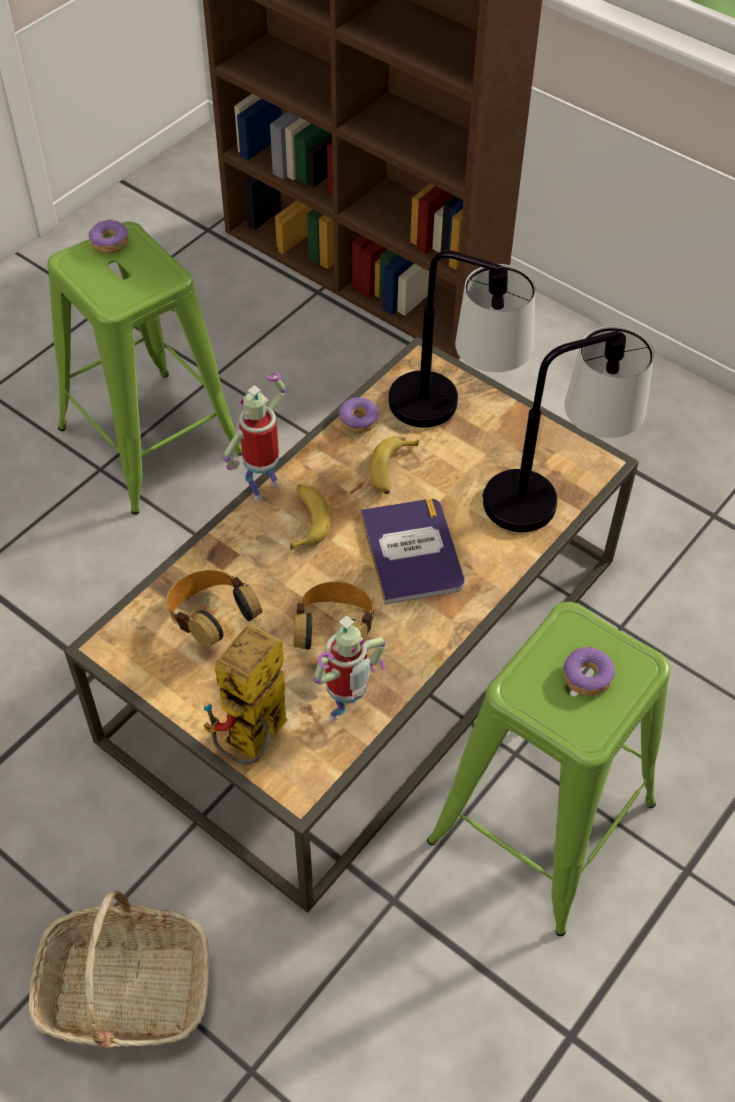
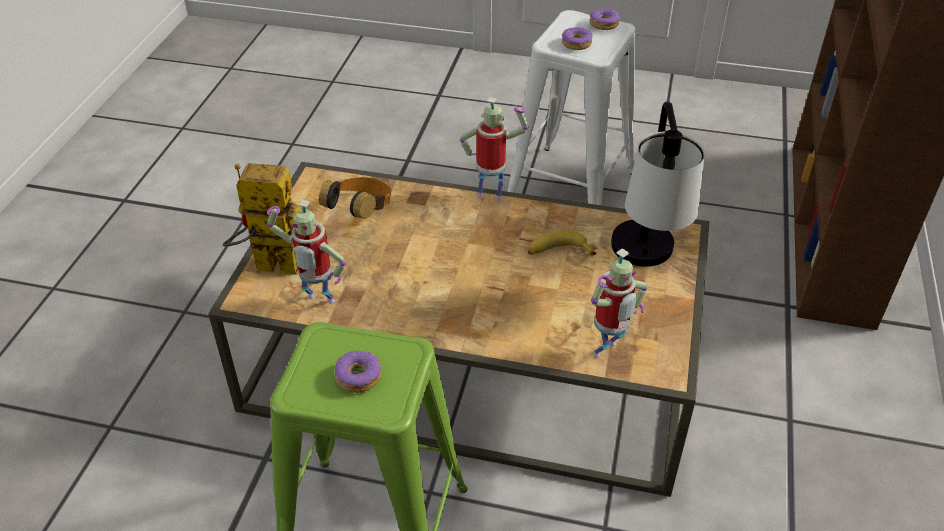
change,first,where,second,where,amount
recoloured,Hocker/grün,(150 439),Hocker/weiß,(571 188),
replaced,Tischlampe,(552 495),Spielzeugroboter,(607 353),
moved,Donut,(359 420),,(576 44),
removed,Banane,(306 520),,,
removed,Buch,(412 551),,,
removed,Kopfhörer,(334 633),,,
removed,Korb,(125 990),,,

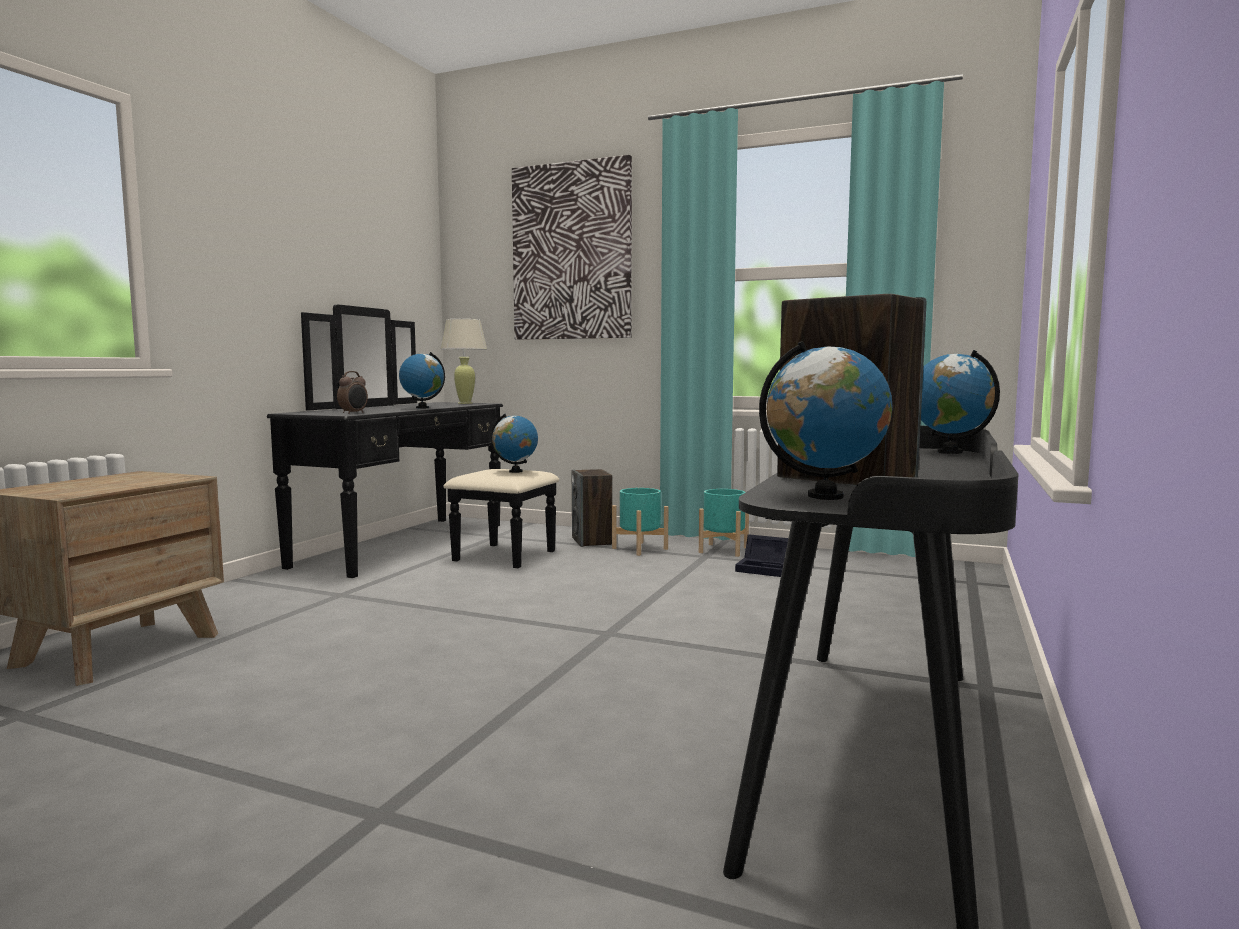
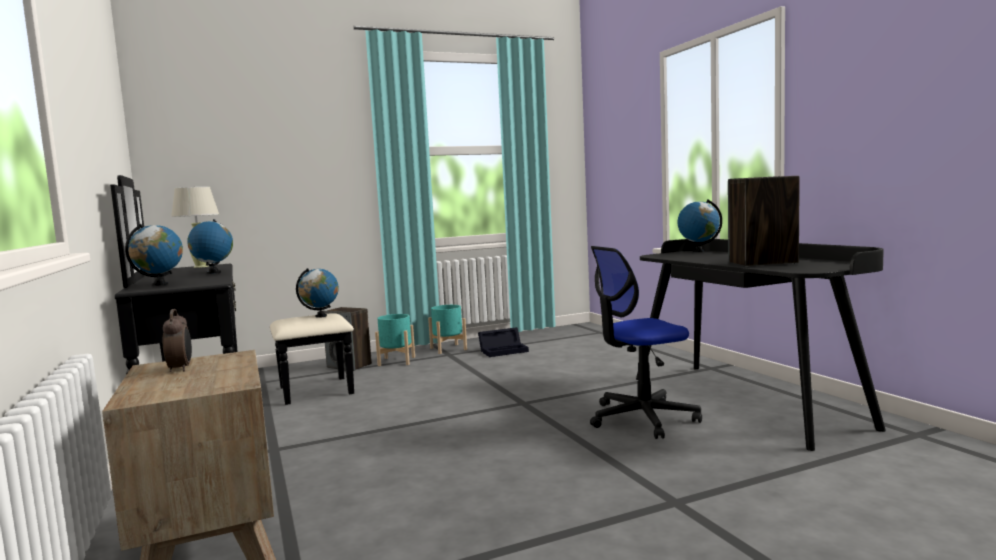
change,first,where,second,where,amount
removed,Bild,(572 252),,,
moved,Globus,(825 496),,(160 284),
moved,Wecker,(354 413),,(181 369),
added,,,Bürostuhl,(642 418),

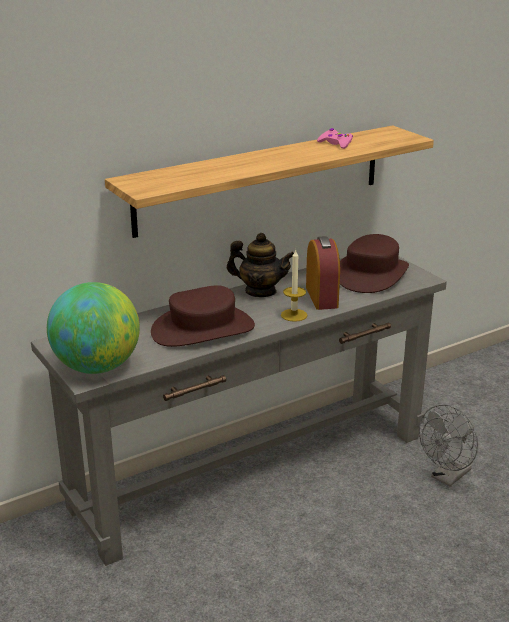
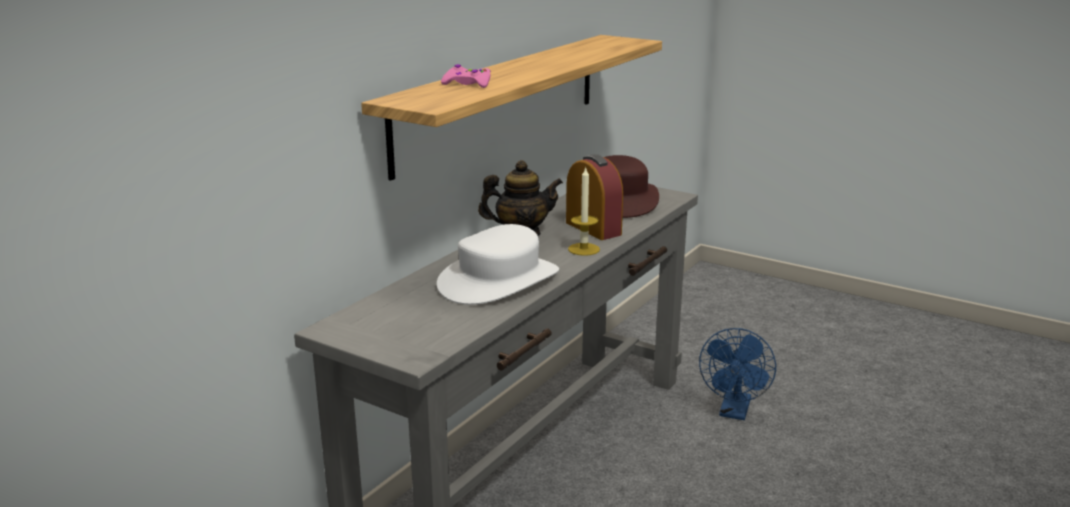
change,first,where,second,where,amount
moved,Gamepad/rosa,(335 144),,(467 84),
removed,Globus,(97 367),,,
recoloured,Hut/braun,(203 329),Hut/weiß,(499 280),
recoloured,Ventilator/grau,(447 477),Ventilator/blau,(734 412),

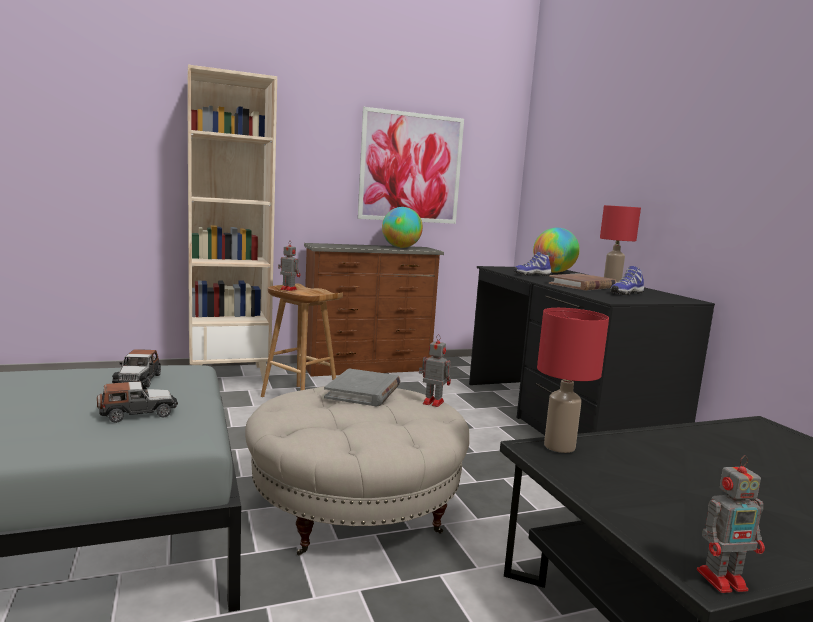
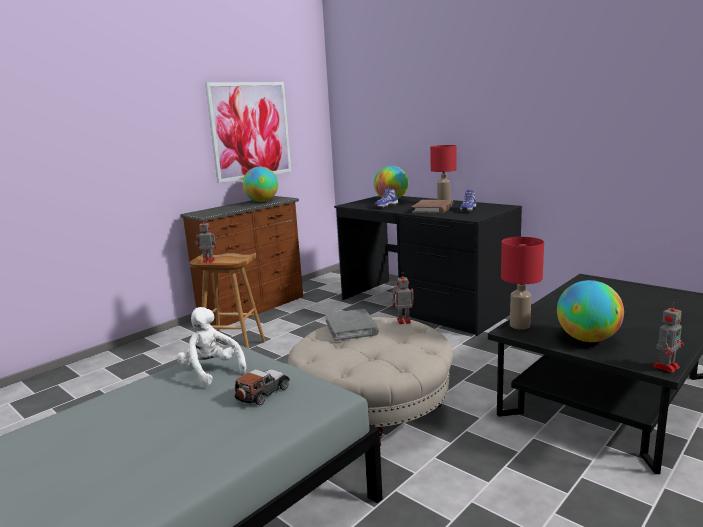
change,first,where,second,where,amount
removed,Bücherregal/beige,(229 375),,,
replaced,Spielzeugauto,(138 380),Plüschtier/weiß,(211 371),
added,,,Globus,(587 339),

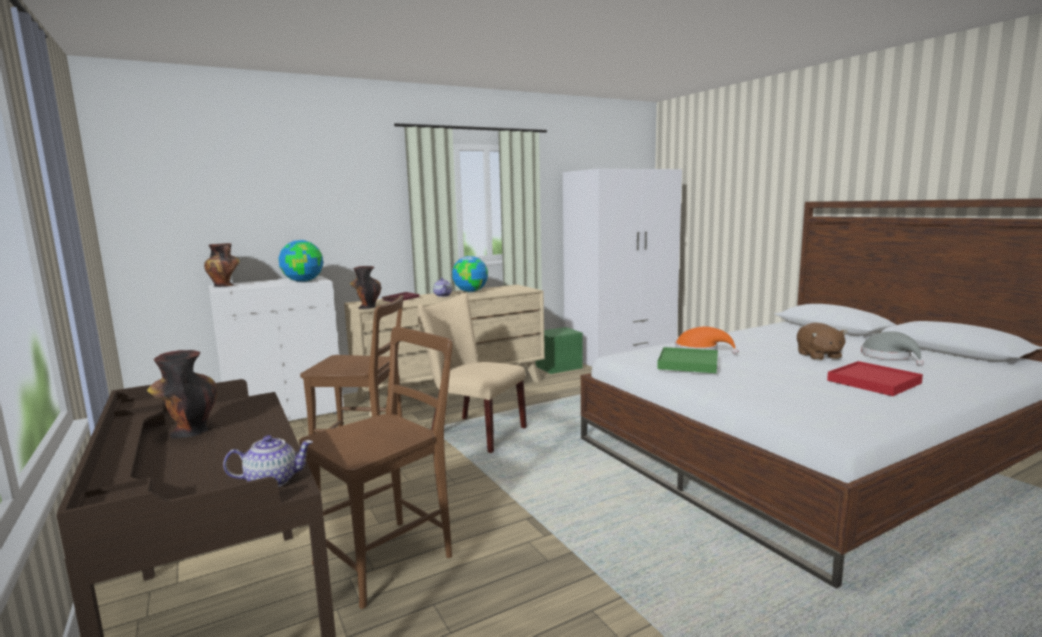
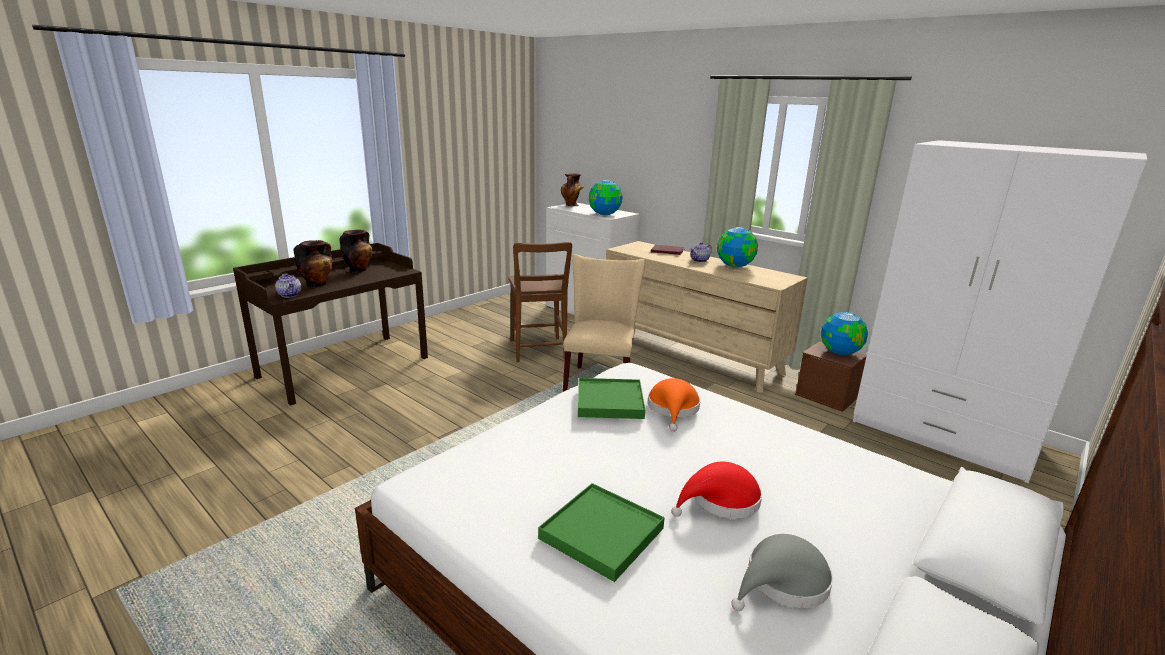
change,first,where,second,where,amount
moved,Vase,(367 307),,(318 284),
replaced,Plüschtier/braun,(818 356),Hut/rot,(720 500),
removed,Stuhl/braun,(390 557),,,
recoloured,Aufbewahrungsbox/grün,(559 367),Aufbewahrungsbox/braun,(827 396),
recoloured,Tablett/rot,(873 382),Tablett/grün,(601 533),
added,,,Globus,(839 352),

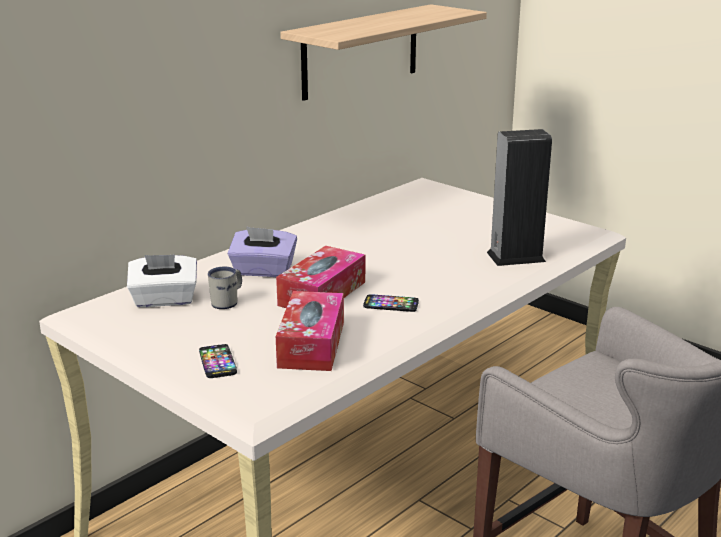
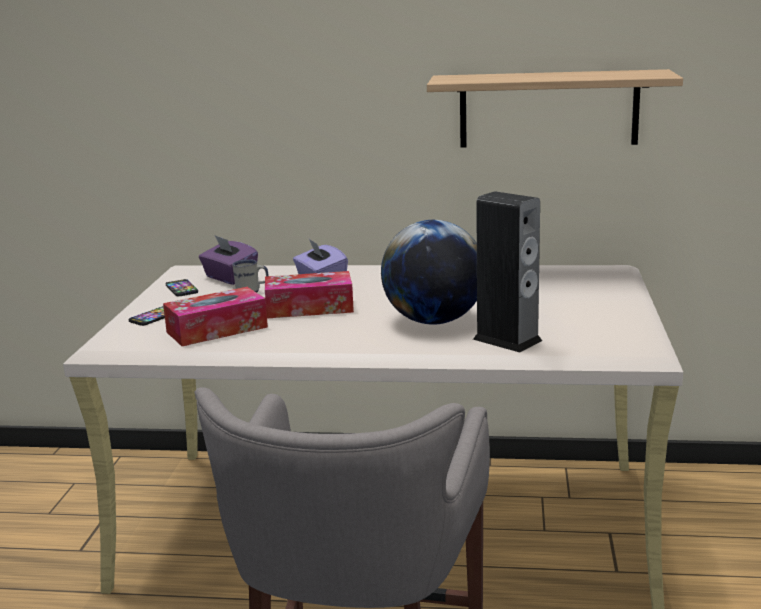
change,first,where,second,where,amount
recoloured,Taschentuchbox/weiß,(164 300),Taschentuchbox/lila,(229 278),
moved,Handy,(391 304),,(181 289),
added,,,Globus,(434 321),

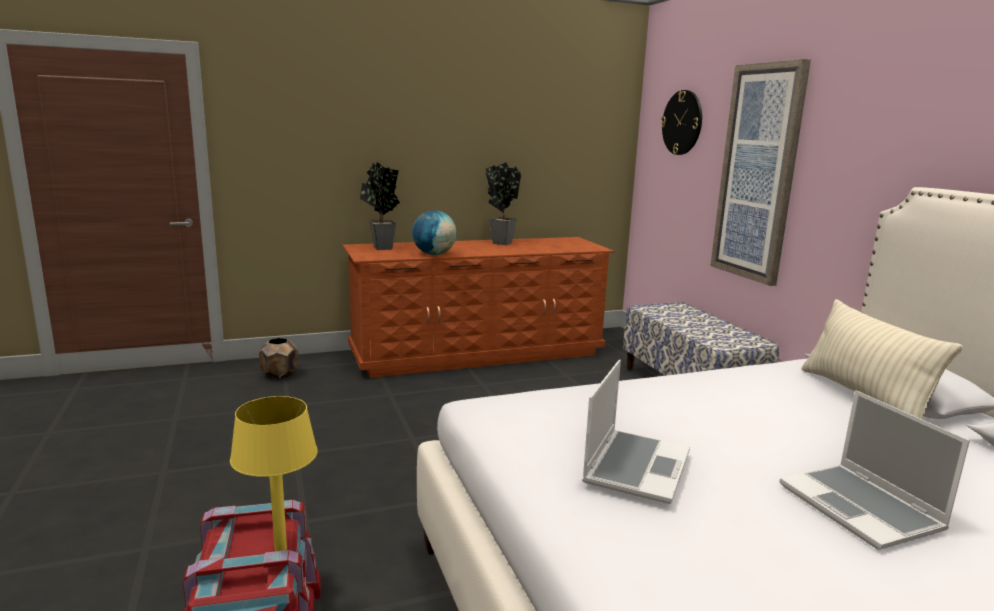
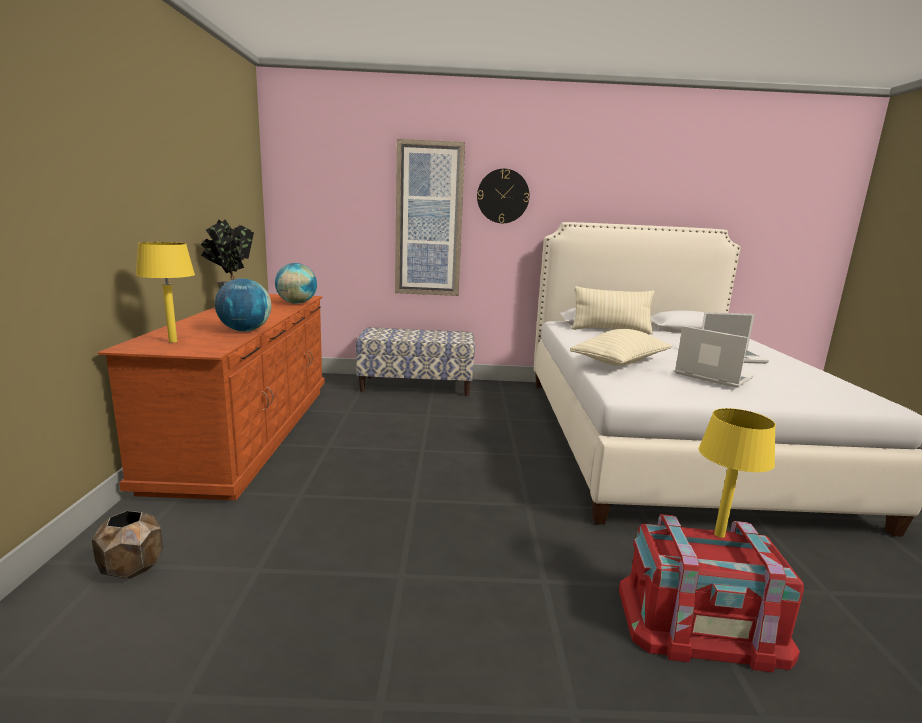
change,first,where,second,where,amount
moved,Wanduhr,(682 122),,(503 196),
replaced,Topfpflanze,(382 249),Tischlampe/gelb,(172 341),
added,,,Globus,(296 303),
added,,,Kissen/beige,(620 362),

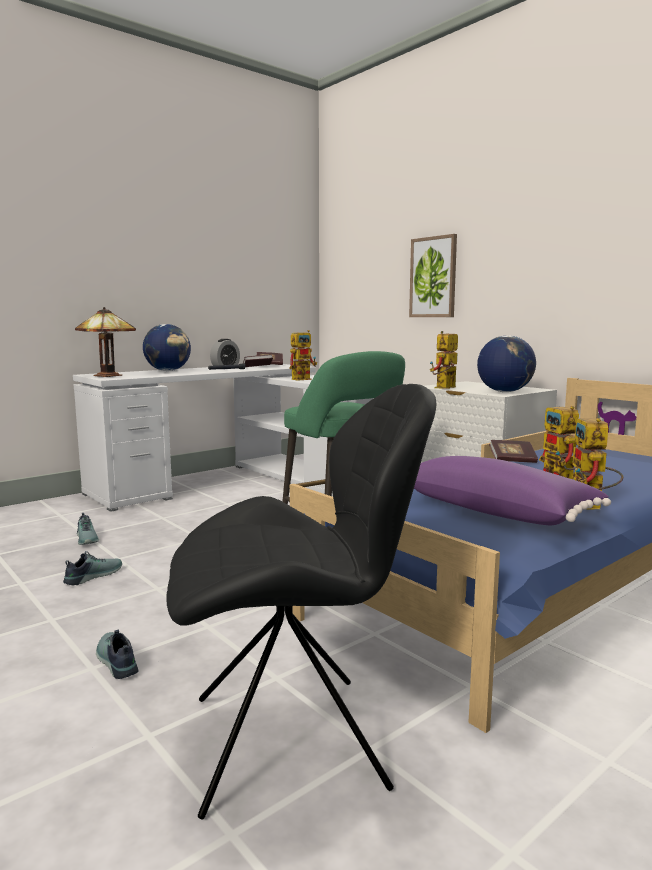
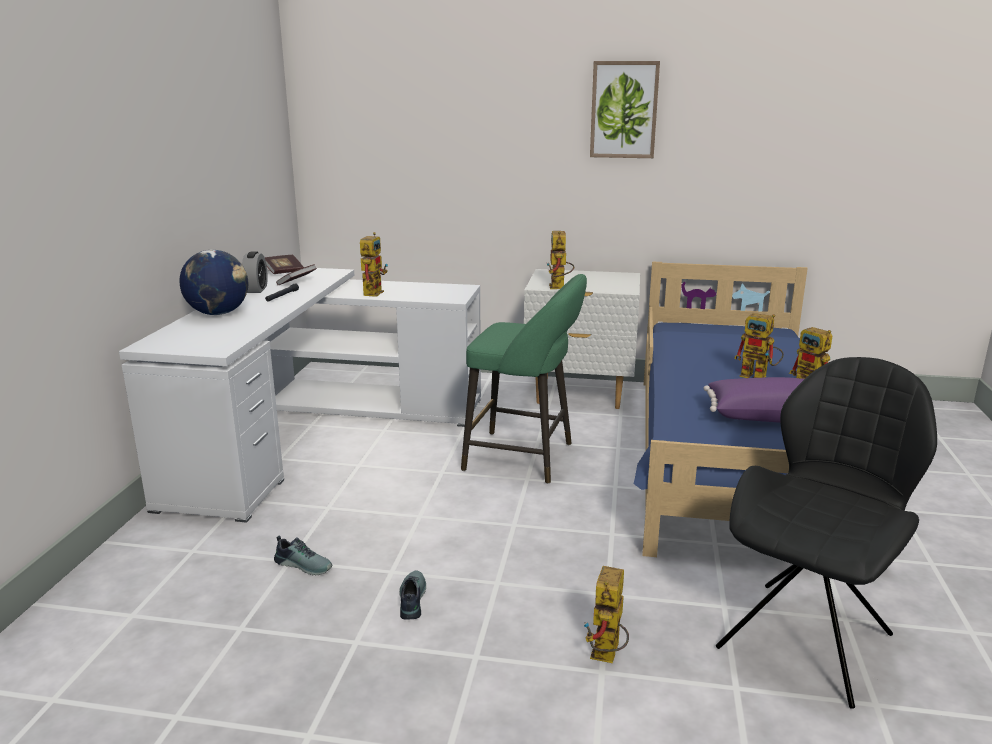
change,first,where,second,where,amount
moved,Bild,(433 277),,(624 110),
removed,Tischlampe,(108 376),,,
removed,Globus,(504 392),,,
removed,Buch,(512 460),,,
replaced,Schuh,(115 661),Spielzeugroboter,(607 657),

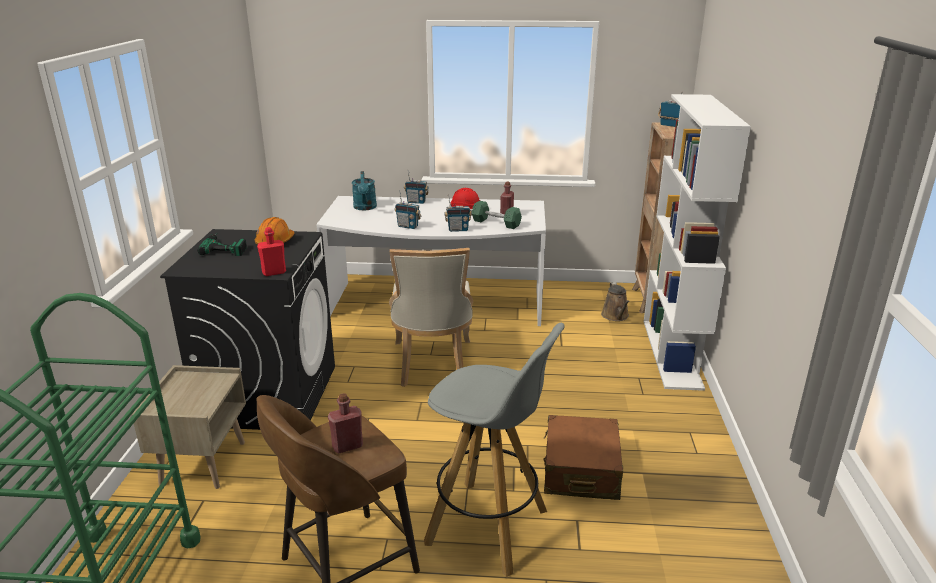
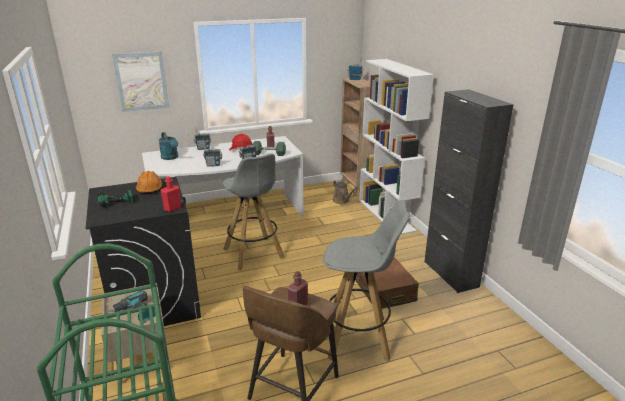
change,first,where,second,where,amount
replaced,Stuhl/beige,(432 365),Hocker/grau,(254 254),
added,,,Bild,(141 81),
added,,,Schrank/schwarz,(450 274),
added,,,Bohrmaschine,(136 313),

